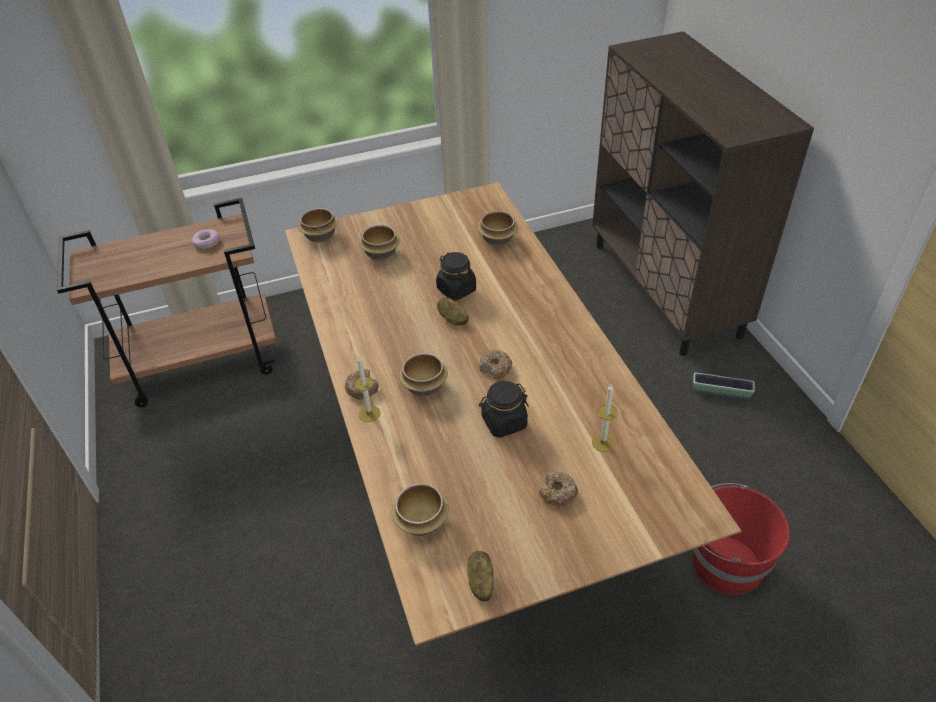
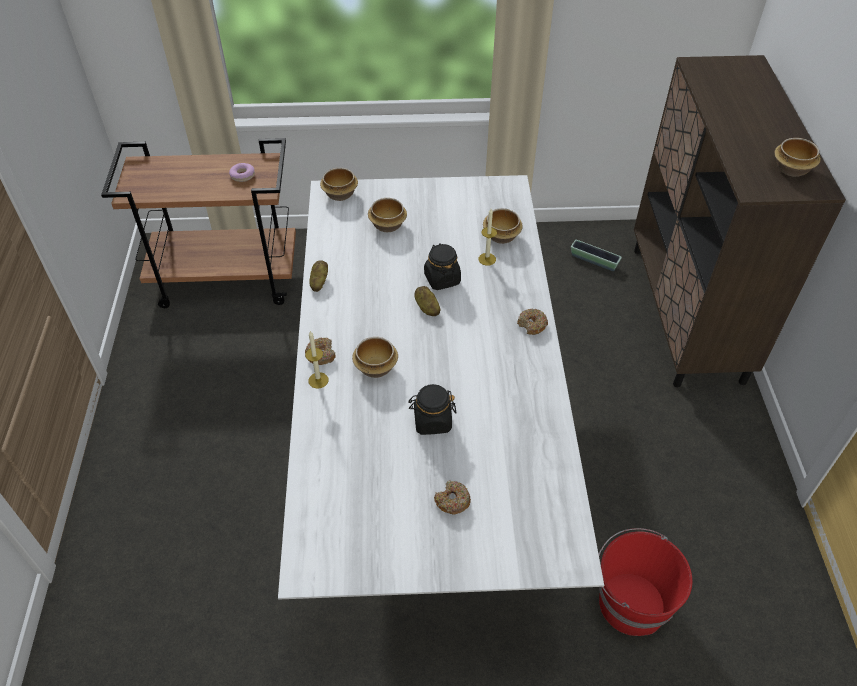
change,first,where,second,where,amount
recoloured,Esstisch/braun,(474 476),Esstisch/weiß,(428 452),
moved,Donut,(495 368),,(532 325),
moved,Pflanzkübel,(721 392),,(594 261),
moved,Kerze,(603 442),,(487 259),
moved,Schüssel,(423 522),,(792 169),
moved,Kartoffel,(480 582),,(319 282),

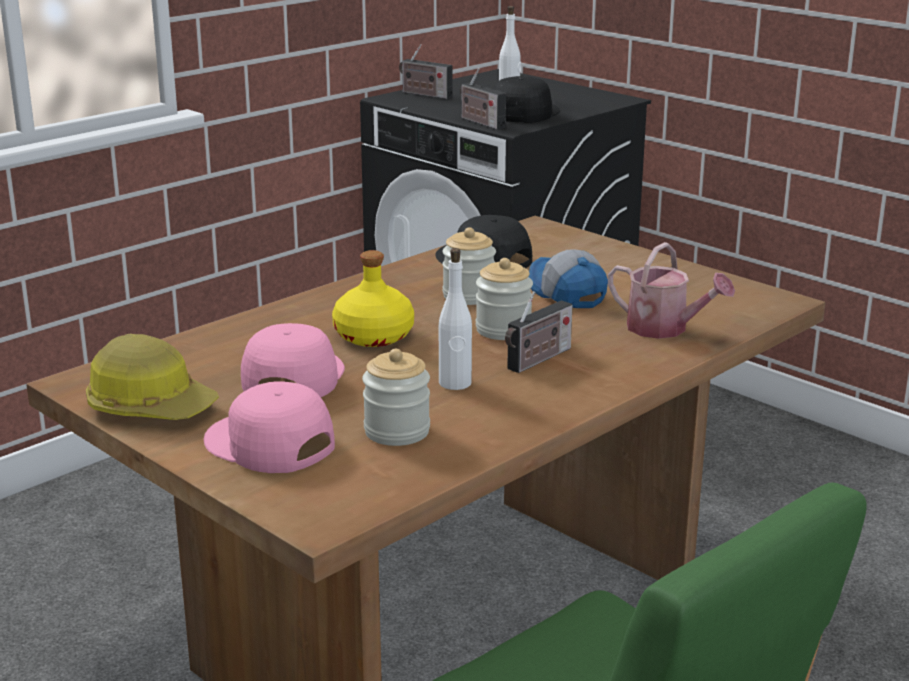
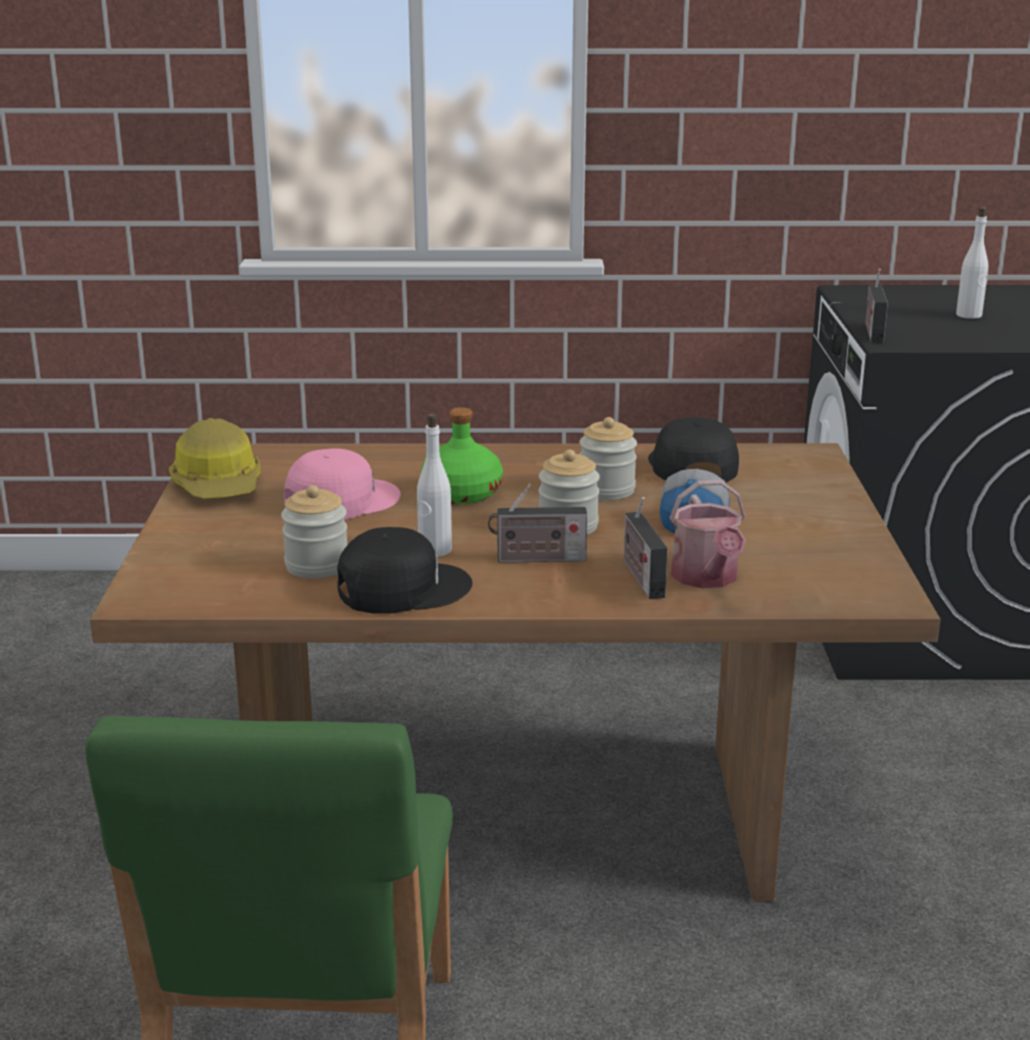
change,first,where,second,where,amount
moved,Radio,(424 94),,(641 577),
moved,Kappe/schwarz,(522 113),,(402 588),
recoloured,Flasche/gelb,(372 336),Flasche/grün,(461 493),
removed,Kappe/rosa,(268 444),,,

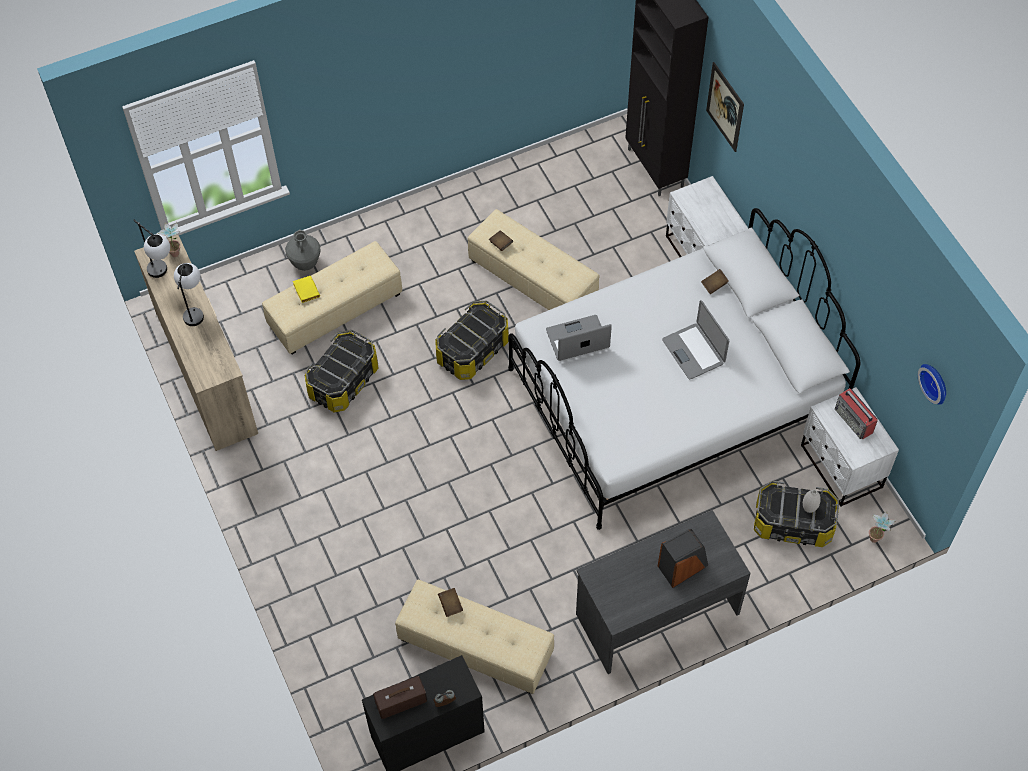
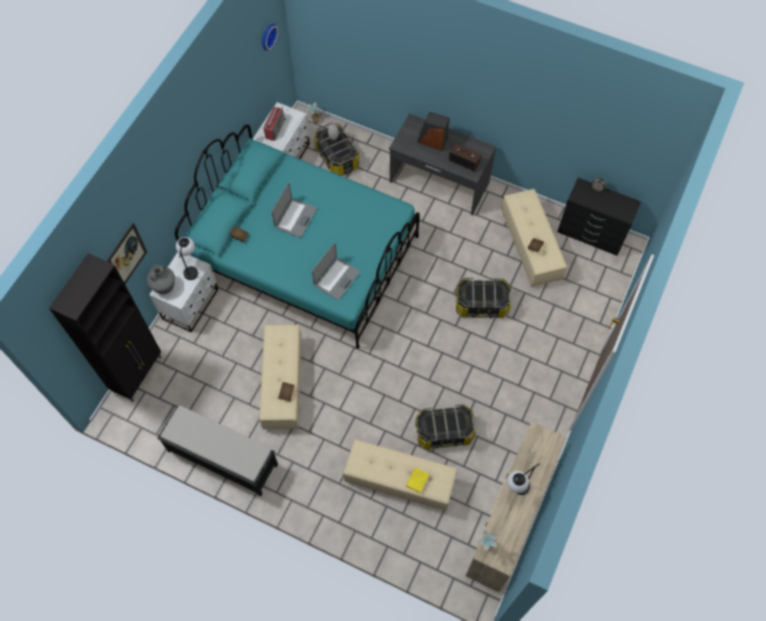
change,first,where,second,where,amount
recoloured,Bett/weiß,(673 397),Bett/türkis,(305 255),
moved,Tischlampe,(163 274),,(191 268),
moved,Vase/grau,(305 263),,(164 287),
moved,Aufbewahrungsbox,(473 351),,(481 304),
turned,Laptop,(577 340),,(336 278),90 degrees counterclockwise
moved,Radio,(401 702),,(464 161),
added,,,Bank/schwarz,(221 457),

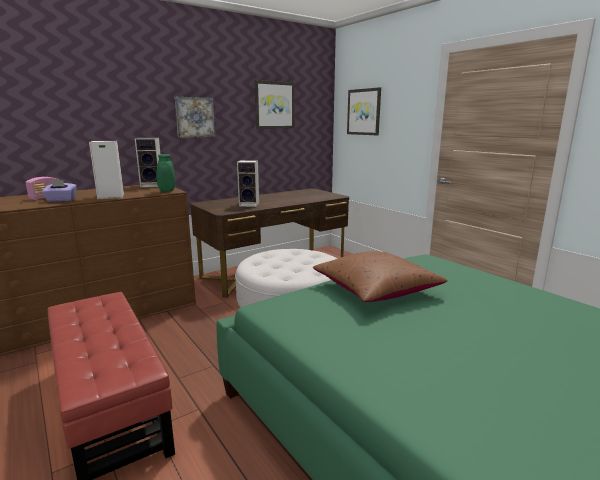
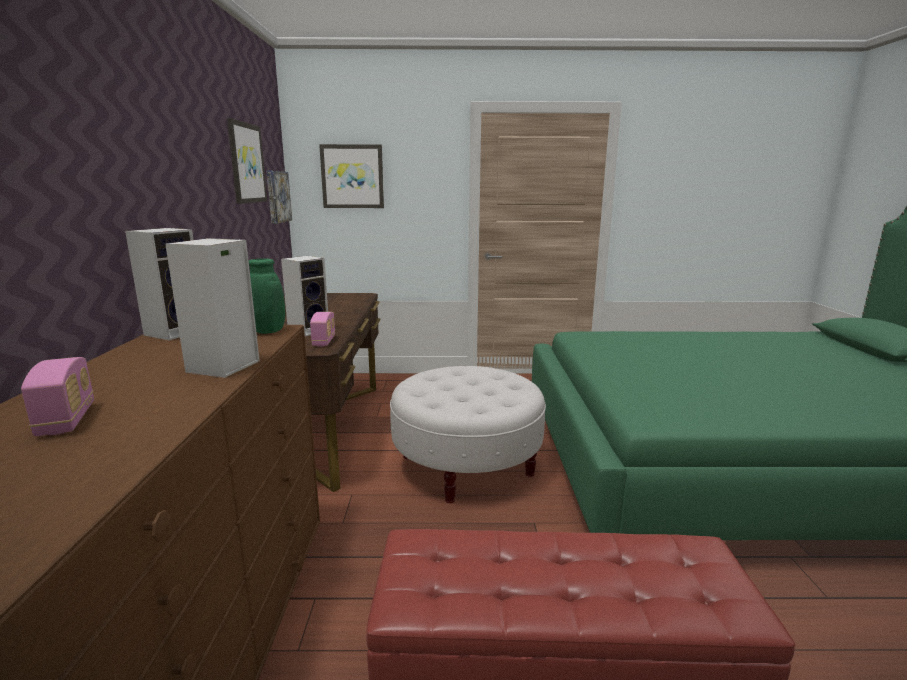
change,first,where,second,where,amount
moved,Bild,(194 117),,(277 196),
removed,Taschentuchbox/lila,(61 200),,,
removed,Kissen/braun,(376 290),,,
added,,,Radio,(324 341),

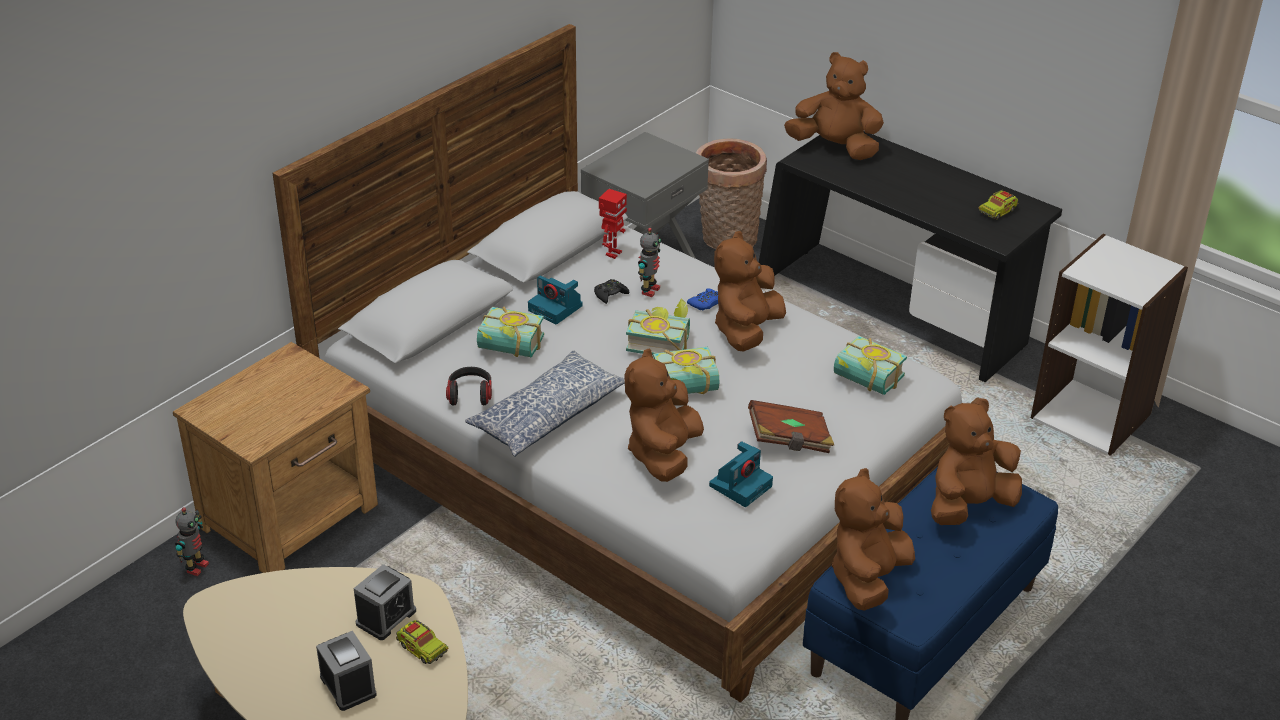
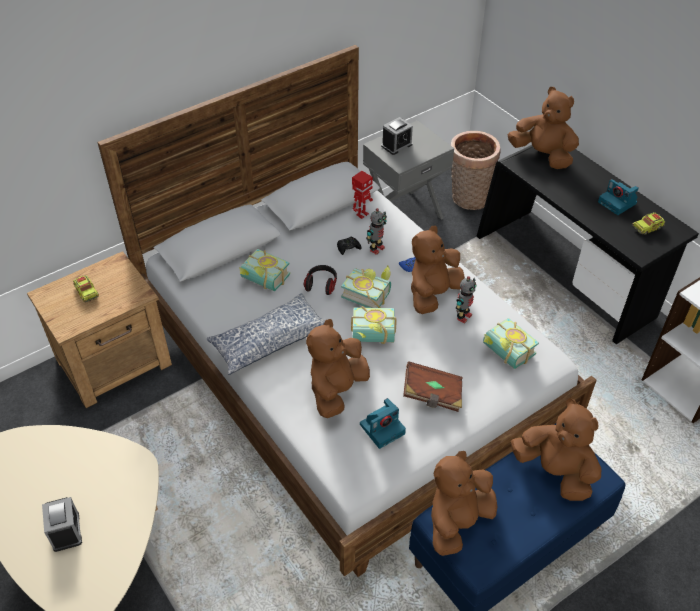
change,first,where,second,where,amount
moved,Kamera,(556 308),,(618 203),
moved,Kopfhörer,(470 394),,(321 284),
turned,Plüschtier/braun,(968 506),,(555 471),60 degrees clockwise
moved,Spielzeugroboter,(196 567),,(463 316),
moved,Wecker,(386 617),,(396 145),
moved,Spielzeuglaster,(422 648),,(86 292),

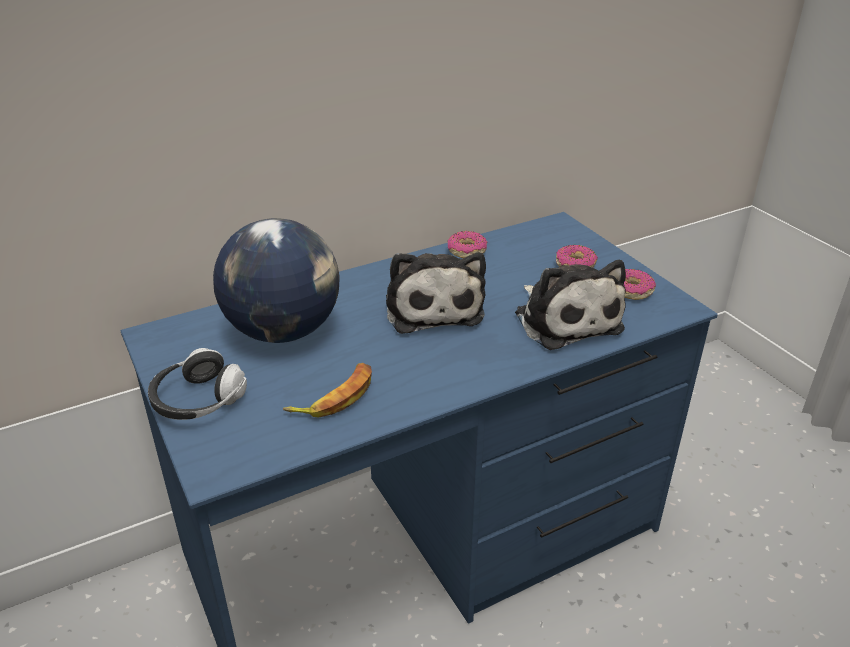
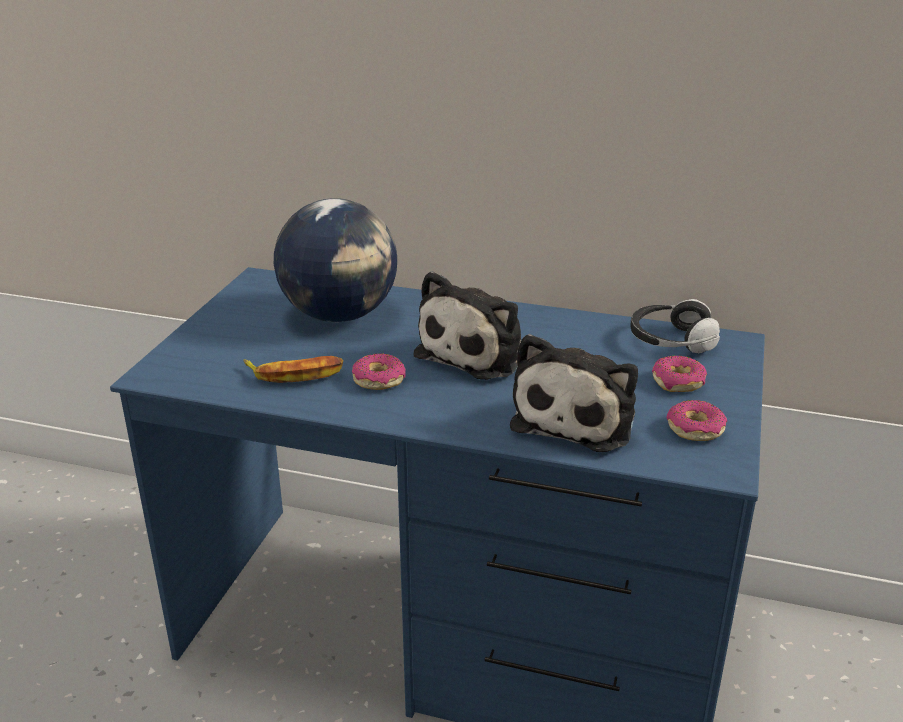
change,first,where,second,where,amount
moved,Donut,(466 251),,(378 380),
moved,Kopfhörer,(198 401),,(671 341),

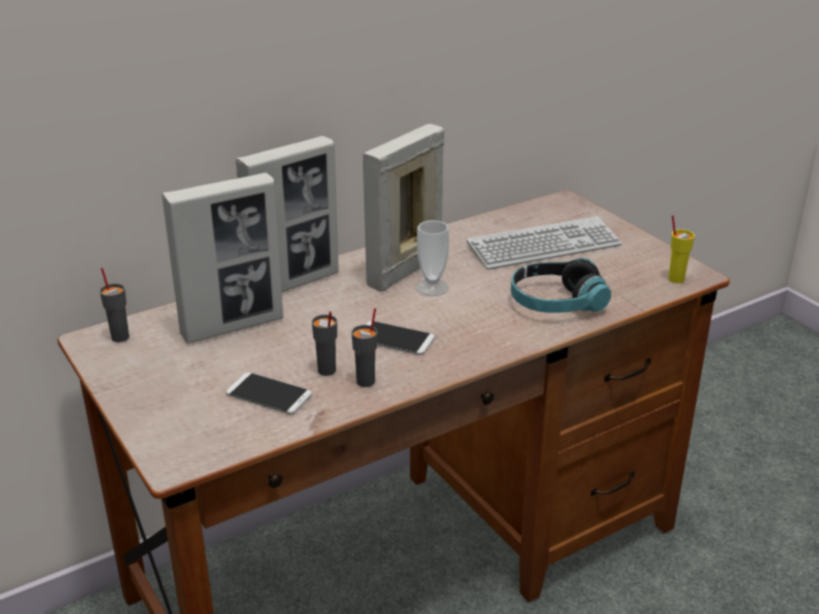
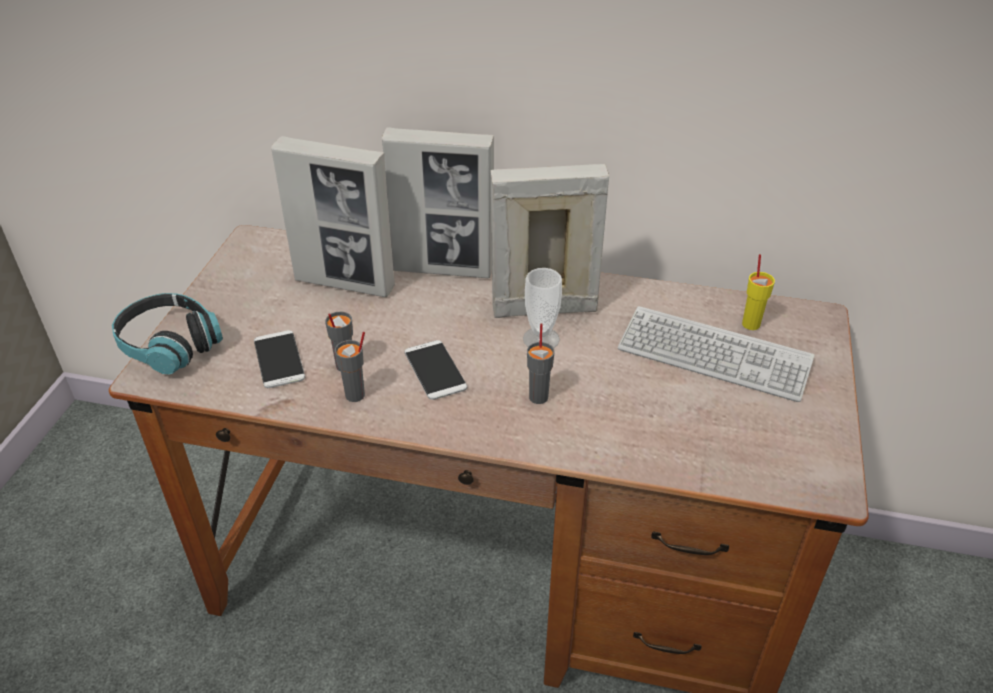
change,first,where,second,where,amount
moved,Tasse/gelb,(675 279),,(751 324),
moved,Kopfhörer,(556 302),,(170 345),
moved,Tasse/grau,(120 337),,(539 396),

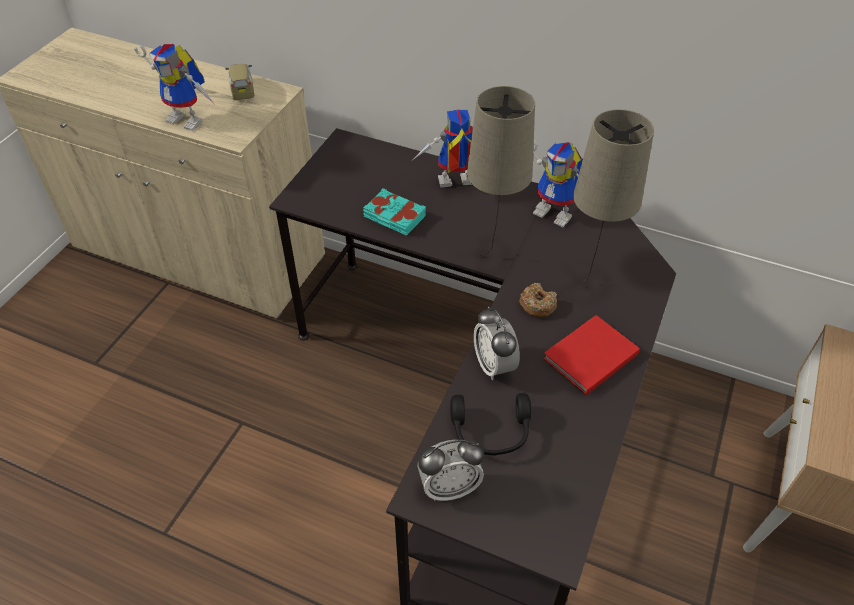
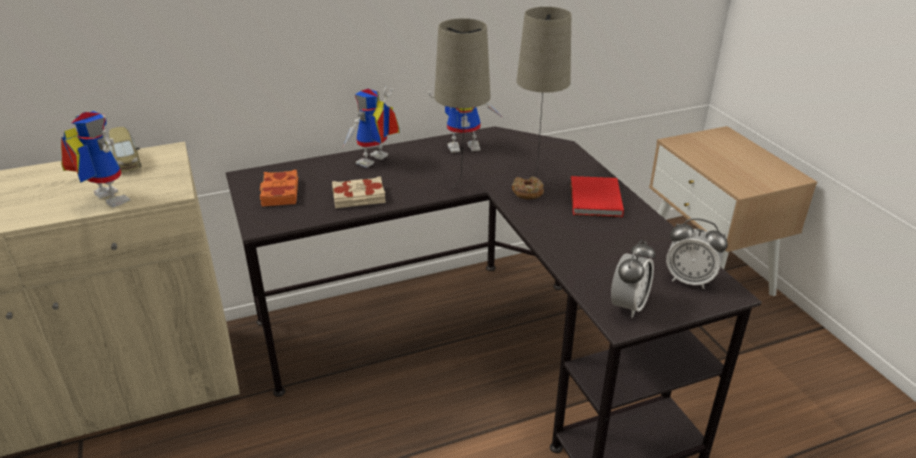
change,first,where,second,where,amount
turned,Spielzeugroboter,(190 119),,(104 199),120 degrees counterclockwise
turned,Spielzeugauto,(242 90),,(127 163),150 degrees counterclockwise
recoloured,Buch/türkis,(394 217),Buch/beige,(359 198),
moved,Wecker,(494 365),,(689 280),
removed,Kopfhörer/schwarz,(490 432),,,
added,,,Buch/orange,(279 193),

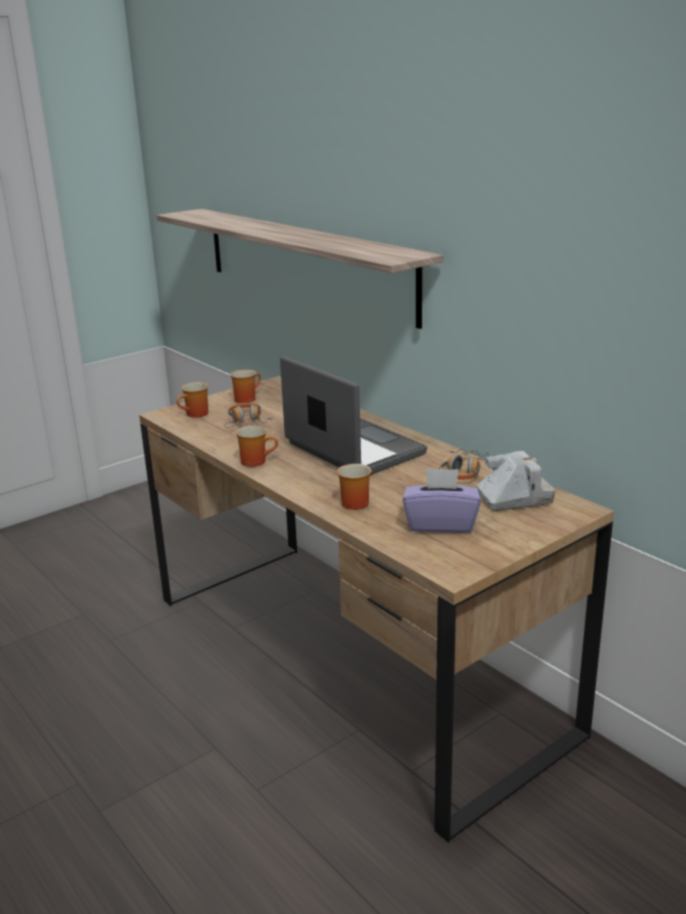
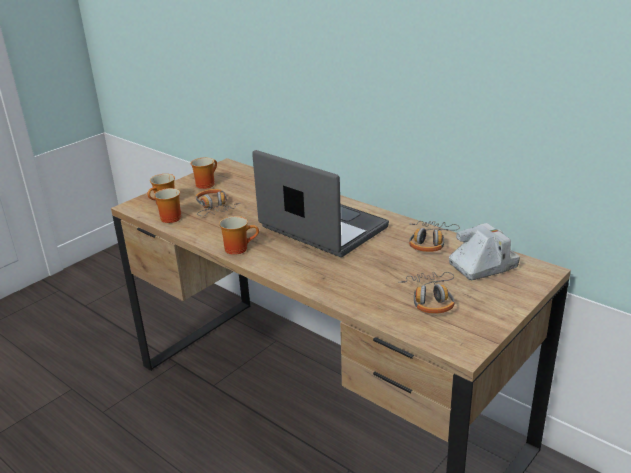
change,first,where,second,where,amount
removed,Wandregal,(305 262),,,
moved,Henkelbecher,(354 502),,(170 217),
replaced,Taschentuchbox/lila,(441 524),Kopfhörer,(431 299),

